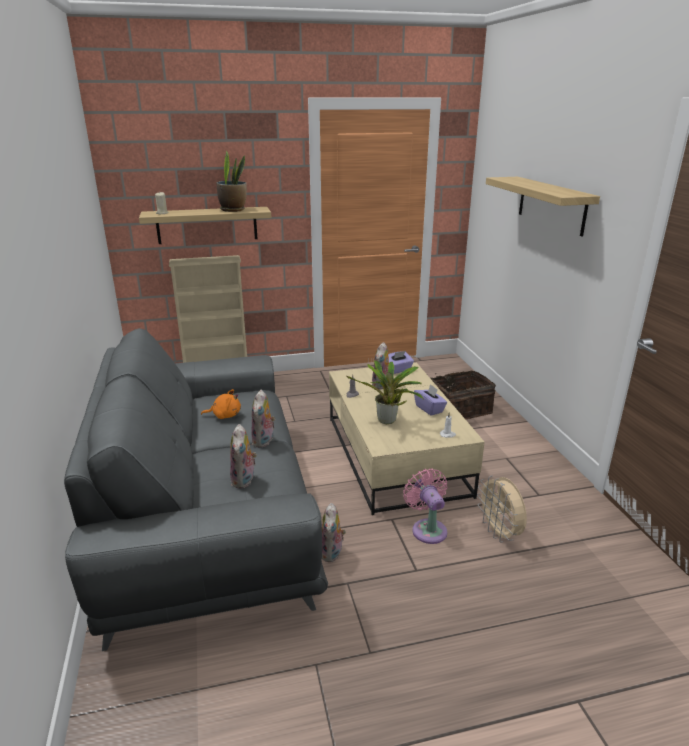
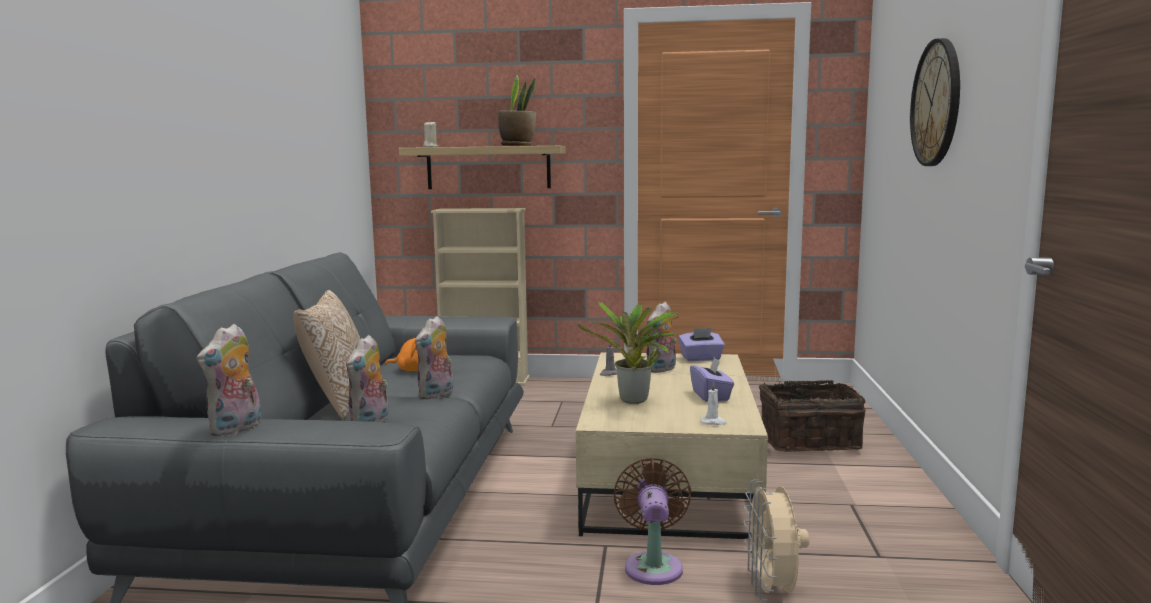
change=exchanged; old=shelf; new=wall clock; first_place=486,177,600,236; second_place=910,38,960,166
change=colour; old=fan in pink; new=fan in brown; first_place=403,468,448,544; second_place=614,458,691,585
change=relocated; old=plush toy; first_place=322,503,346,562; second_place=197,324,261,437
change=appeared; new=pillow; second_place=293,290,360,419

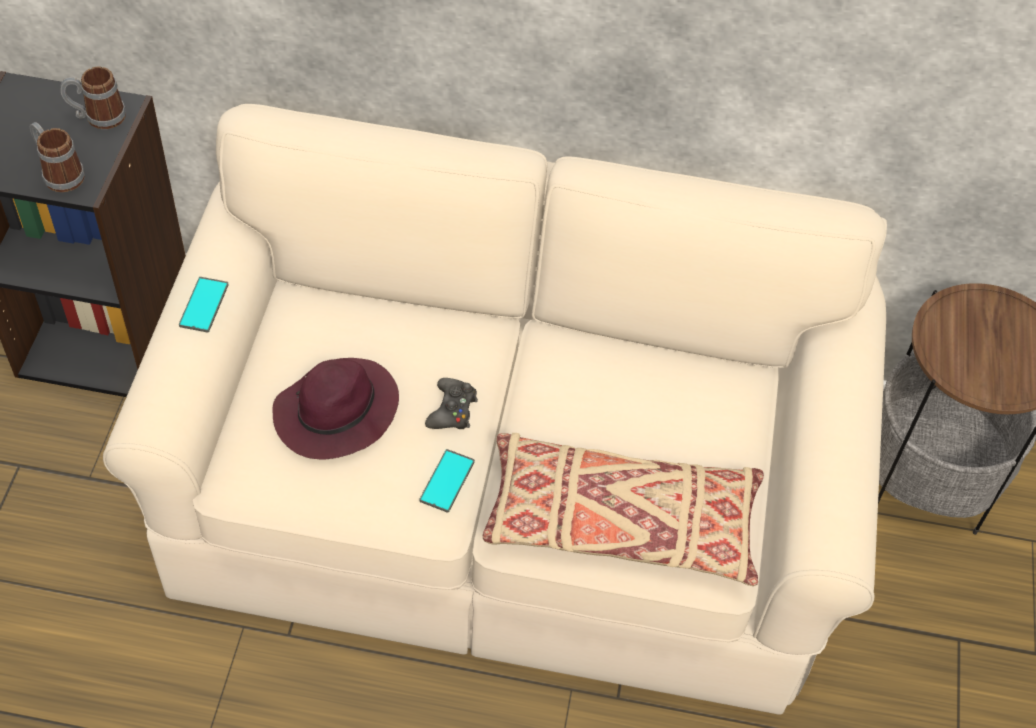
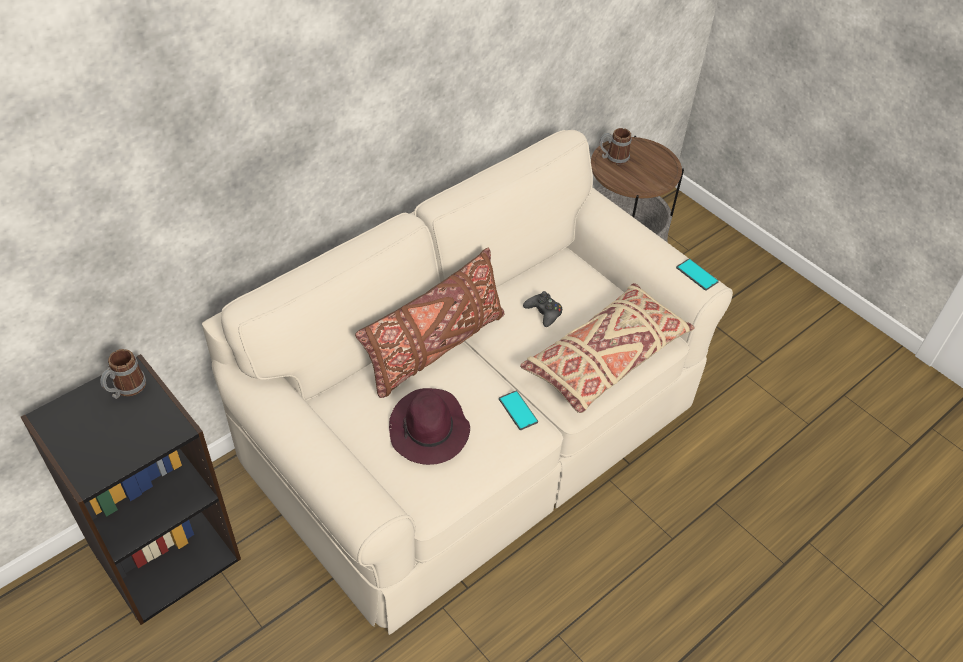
change=relocated; old=mug; first_place=30,122,85,192; second_place=600,128,632,165
change=relocated; old=phone; first_place=179,277,229,333; second_place=676,259,719,291
change=relocated; old=game controller in black; first_place=425,378,478,429; second_place=523,291,562,327
change=appeared; new=pillow in brown; second_place=355,248,504,398

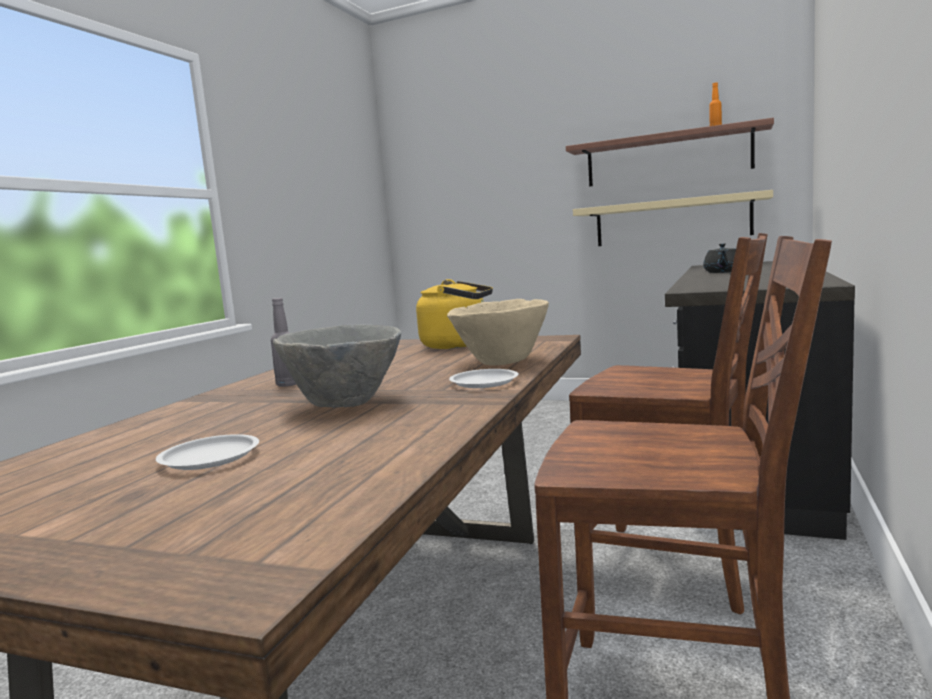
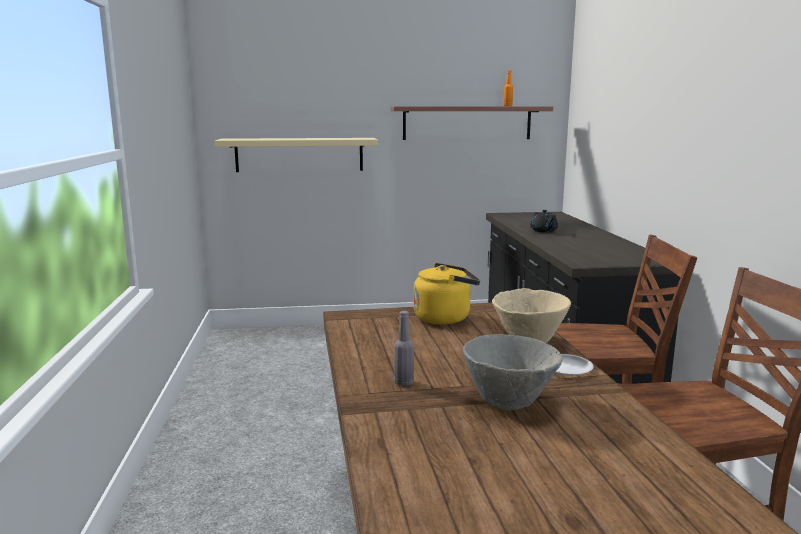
change=relocated; old=shelf in beige; first_place=573,190,773,246; second_place=214,138,378,172
change=missing; old=plate in white; first_place=156,434,259,470

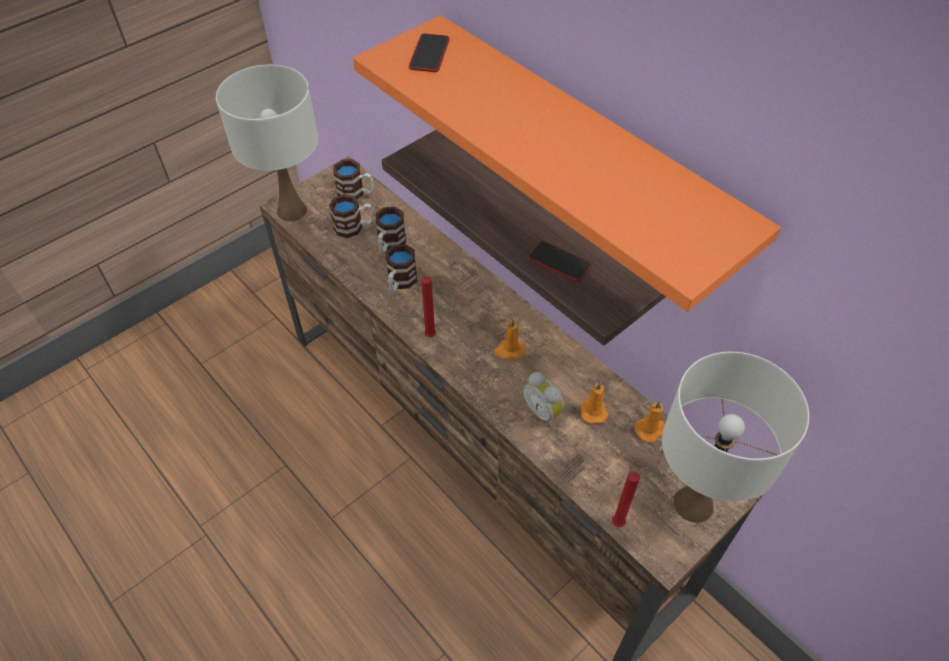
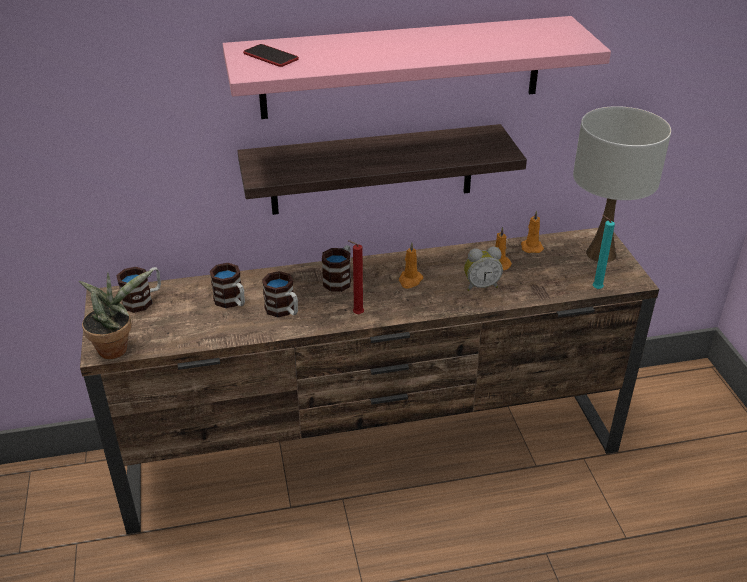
change=colour; old=shelf in orange; new=shelf in pink; first_place=353,15,781,312; second_place=223,16,611,119
change=exchanged; old=table lamp in white; new=potted plant; first_place=216,65,318,221; second_place=79,269,153,359
change=relocated; old=mug; first_place=329,194,374,238; second_place=322,245,351,292
change=missing; old=phone; first_place=528,241,592,282
change=colour; old=candle in red; new=candle in turquoise; first_place=612,460,640,527; second_place=593,215,615,289

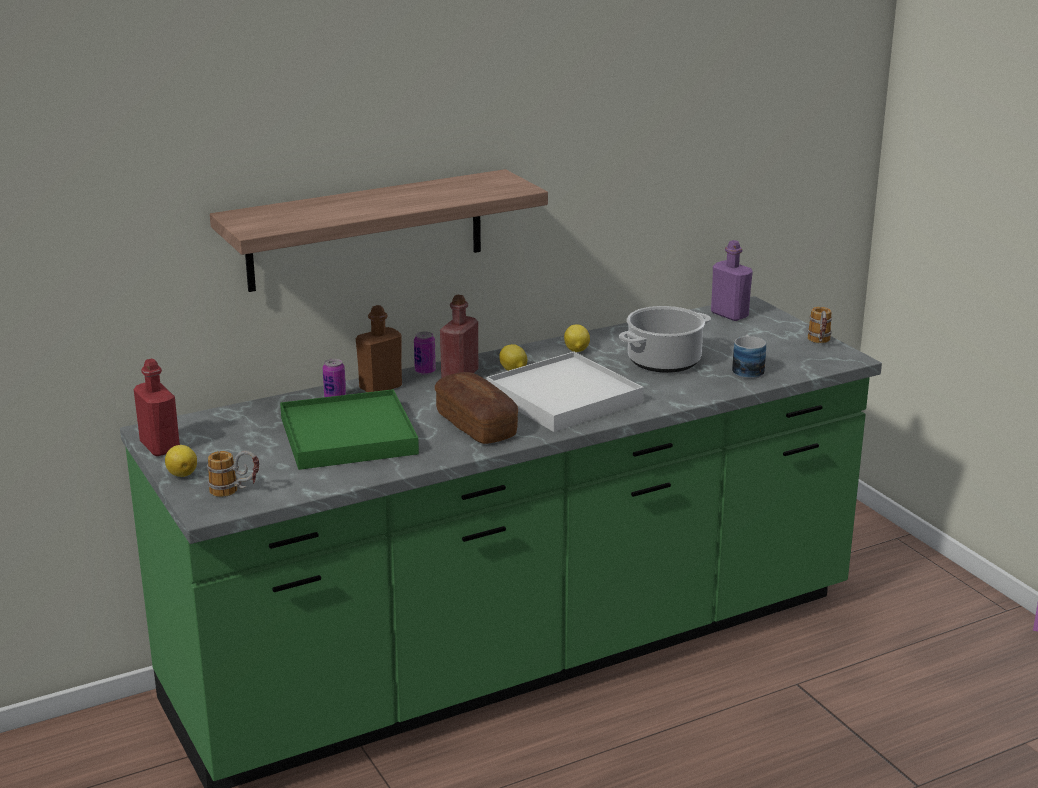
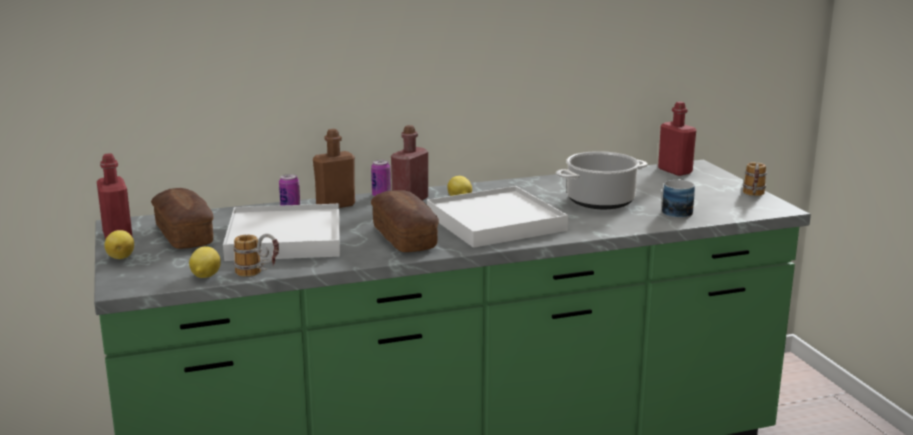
change=missing; old=shelf; first_place=210,169,548,292
change=colour; old=bottle in purple; new=bottle in red; first_place=711,240,753,321; second_place=658,101,696,176
change=relocated; old=lemon; first_place=564,325,590,352; second_place=189,247,221,278
change=colour; old=tray in green; new=tray in white; first_place=280,389,419,470; second_place=223,204,340,261
change=relocated; old=mug; first_place=207,451,259,497; second_place=233,234,279,277
change=appeared; new=bread; second_place=151,188,214,249

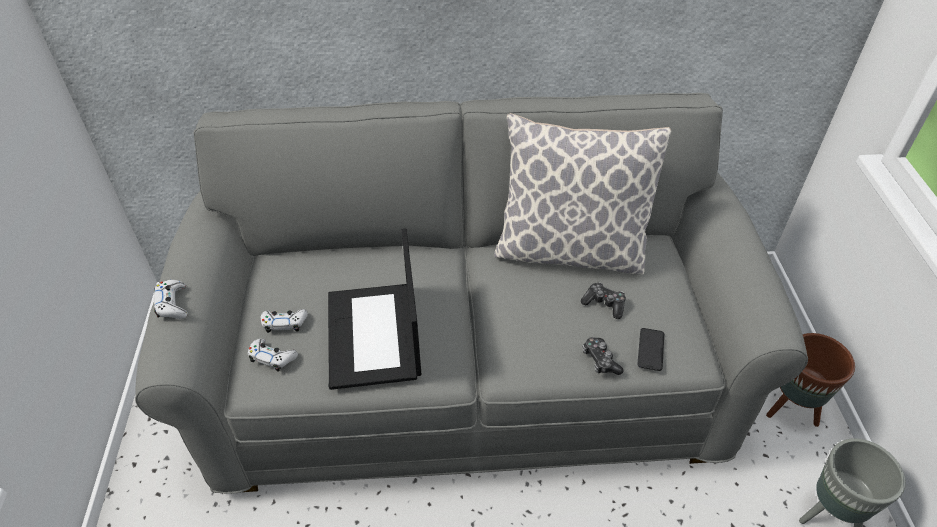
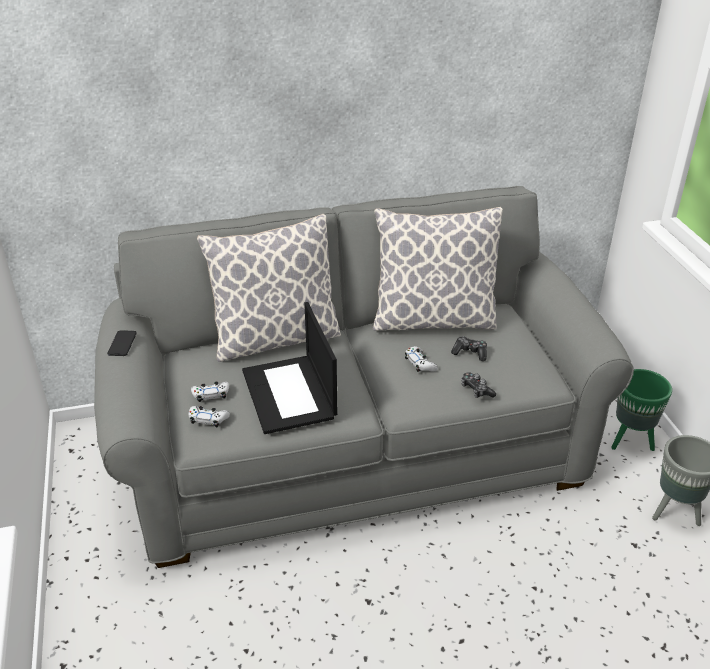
change=relocated; old=game controller in white; first_place=154,280,188,319; second_place=405,346,438,372
change=relocated; old=phone; first_place=637,328,664,371; second_place=107,330,137,356
change=colour; old=planter in brown; new=planter in green; first_place=766,333,855,427; second_place=611,369,672,451
change=appeared; new=pillow; second_place=197,214,341,362

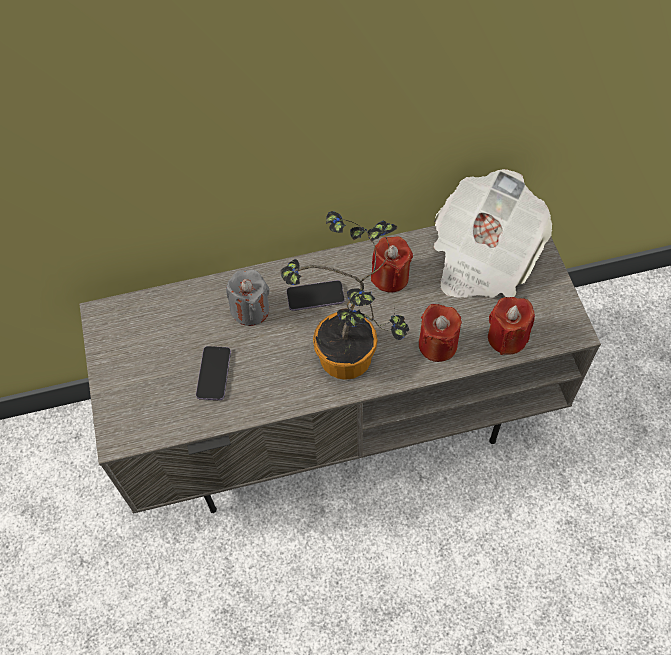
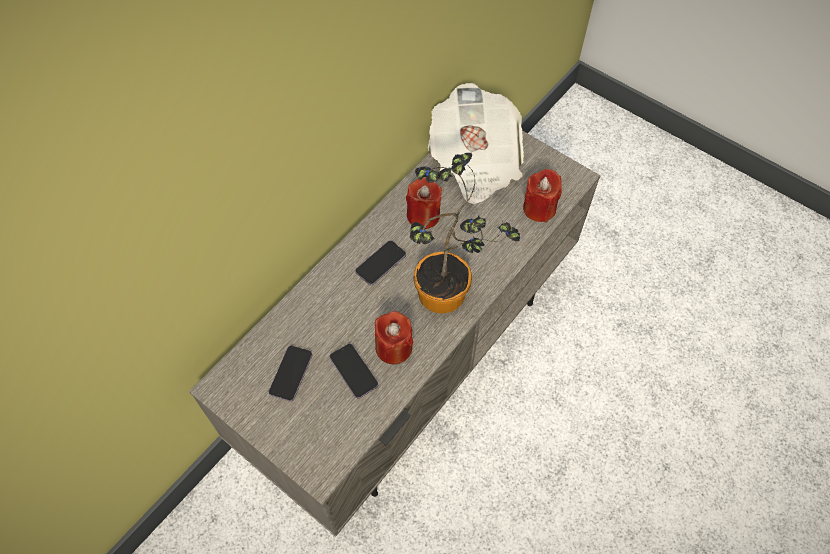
change=missing; old=candle in grey; first_place=226,269,270,326
change=relocated; old=candle in red; first_place=419,304,462,362; second_place=375,311,414,364
change=appeared; new=phone; second_place=269,346,312,401

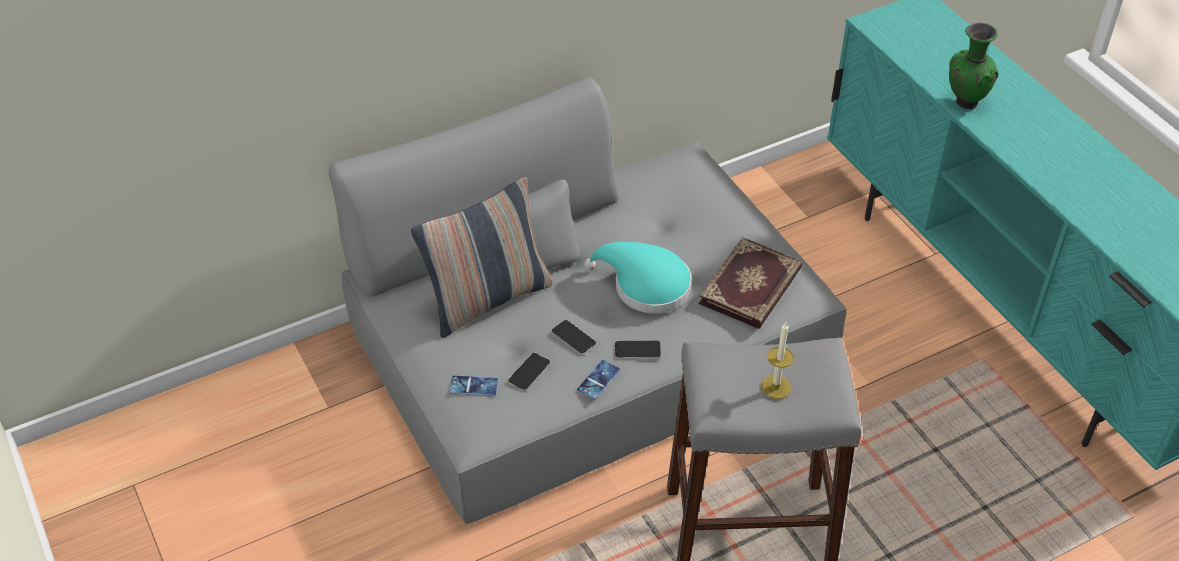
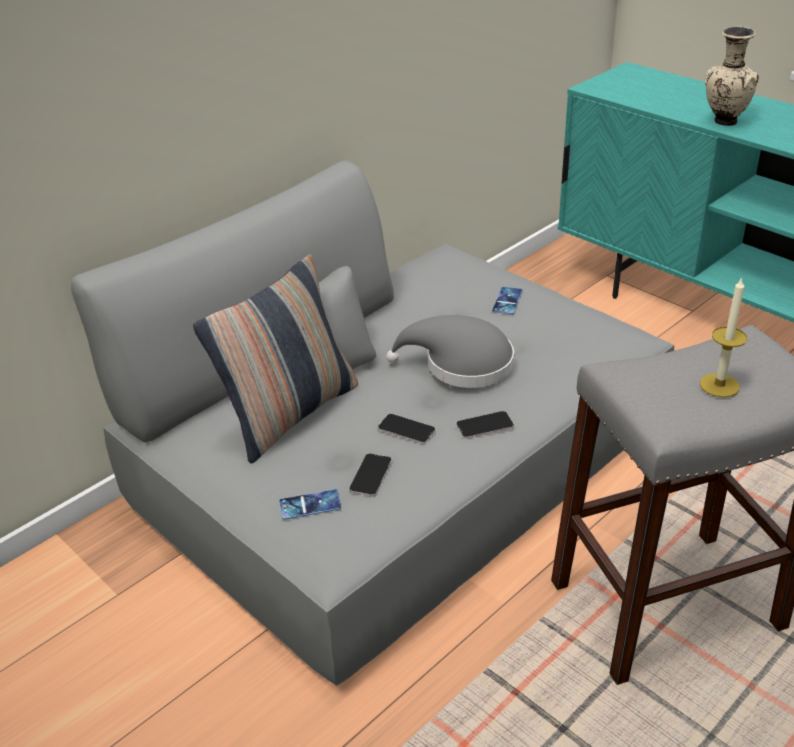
change=colour; old=vase in green; new=vase in beige; first_place=949,22,998,109; second_place=705,27,758,126
change=missing; old=book; first_place=699,237,802,329
change=colour; old=hat in turquoise; new=hat in grey; first_place=585,242,692,314; second_place=386,315,514,388
change=relocated; old=phone; first_place=577,360,620,399; second_place=492,287,523,314

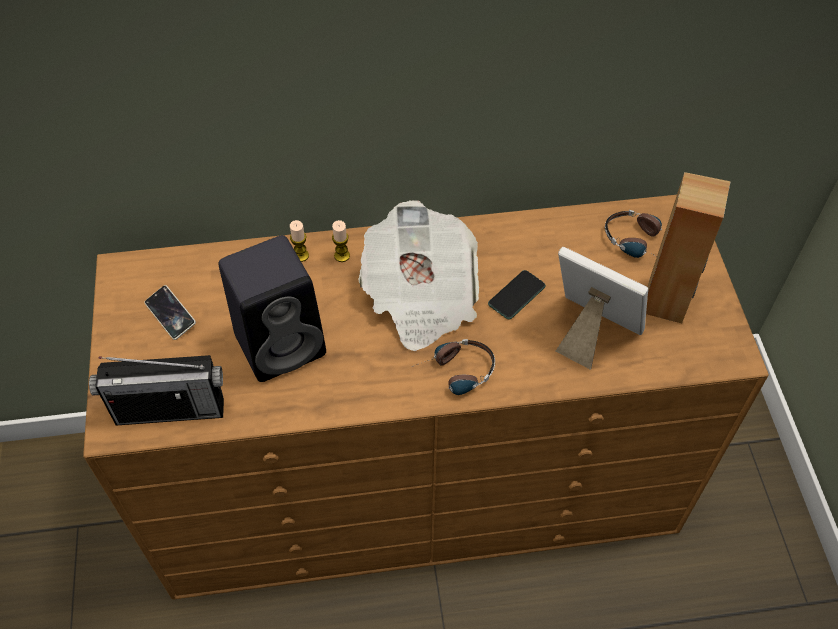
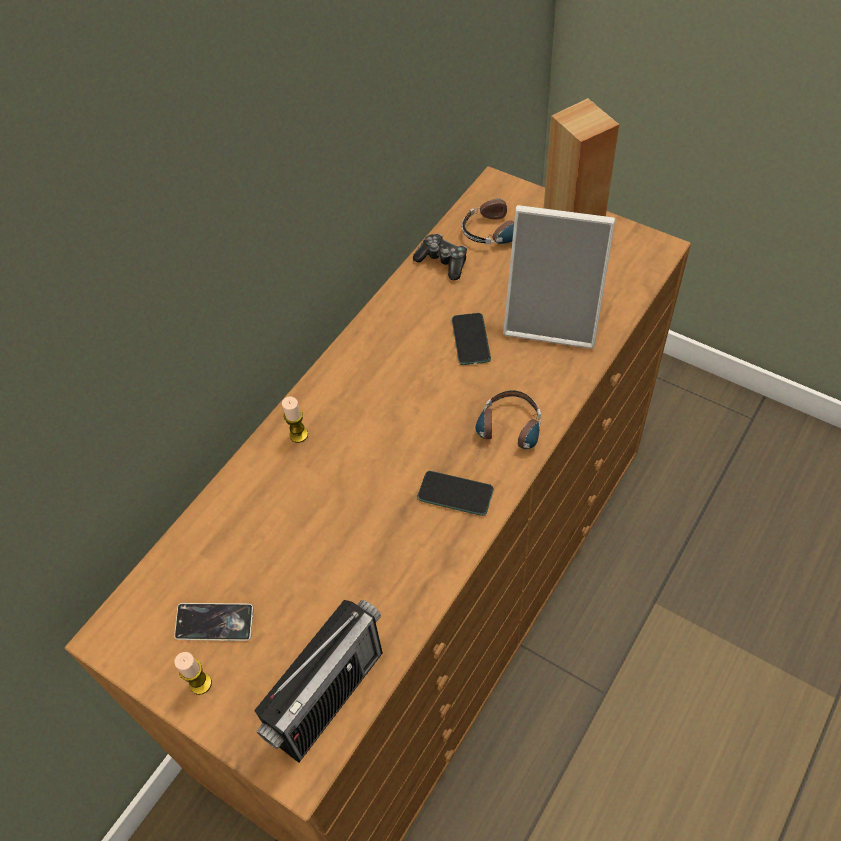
change=missing; old=newspaper; first_place=358,200,479,351
change=relocated; old=candle; first_place=290,220,309,262; second_place=174,652,212,695
change=missing; old=speaker in black; first_place=219,235,326,382
change=spun; old=picture frame; first_place=556,247,648,370; second_place=503,205,615,349; degrees=-150
change=appeared; new=game controller; second_place=413,234,467,280
change=appeared; new=phone; second_place=417,471,494,516

